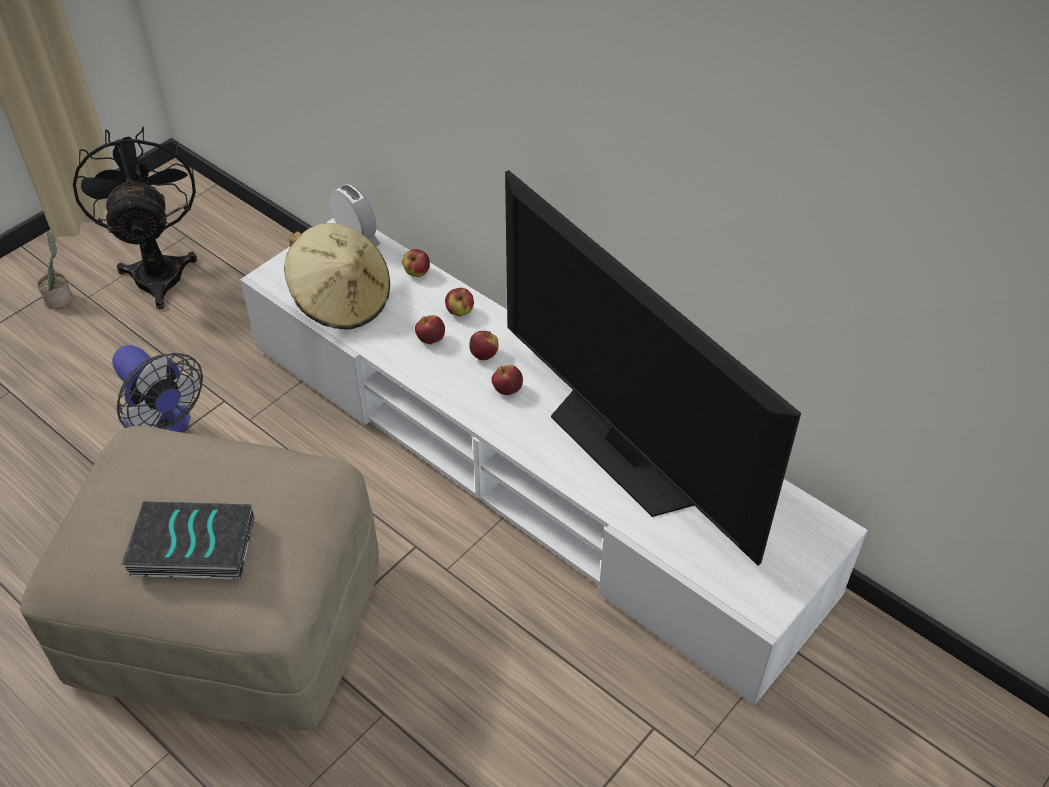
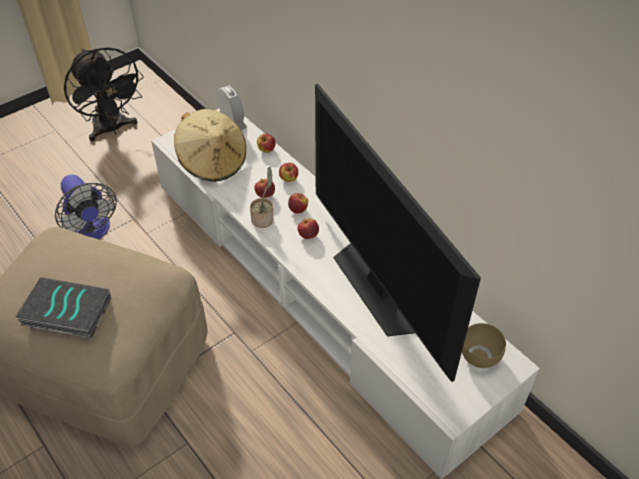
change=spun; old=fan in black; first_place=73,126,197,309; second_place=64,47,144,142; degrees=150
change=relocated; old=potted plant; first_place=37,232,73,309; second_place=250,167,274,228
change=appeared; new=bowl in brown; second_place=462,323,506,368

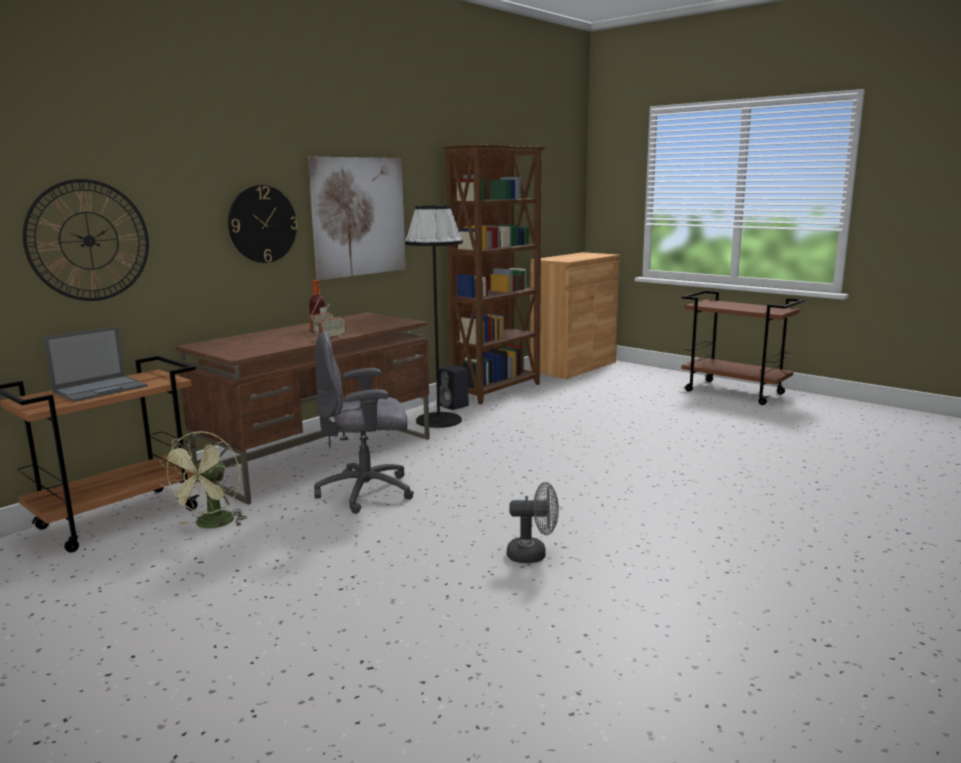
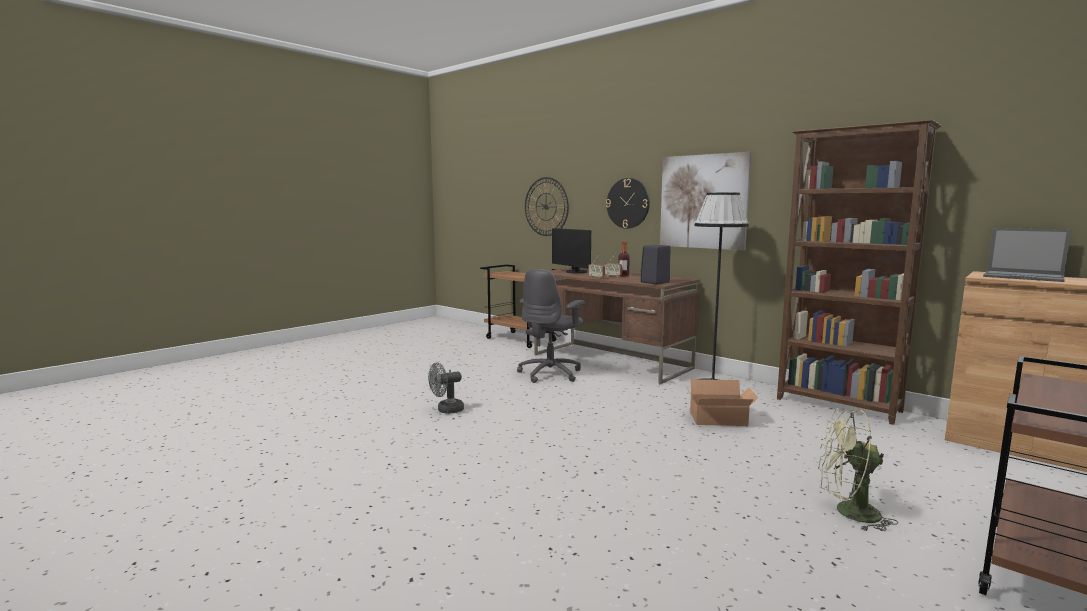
change=relocated; old=laptop; first_place=43,327,148,402; second_place=983,228,1071,282
change=spun; old=office chair in grey; first_place=314,331,414,514; second_place=517,269,585,383; degrees=-135
change=relocated; old=speaker in black; first_place=439,365,469,410; second_place=641,245,671,284
change=relocated; old=fan in green; first_place=159,431,247,528; second_place=818,408,898,531
change=spun; old=fan in grey; first_place=507,482,559,563; second_place=428,362,464,414; degrees=60
change=appeared; new=monitor; second_place=552,228,591,273
change=appeared; new=cardboard box; second_place=686,379,758,426

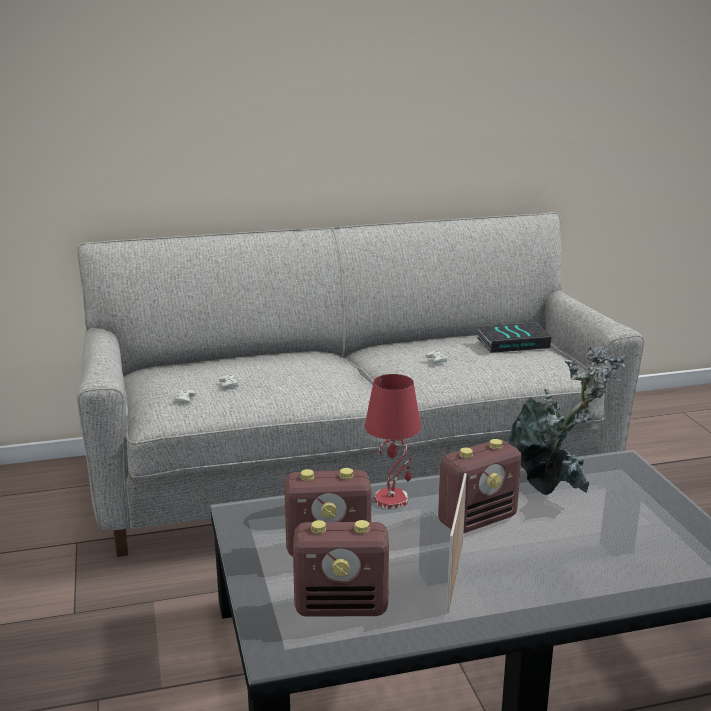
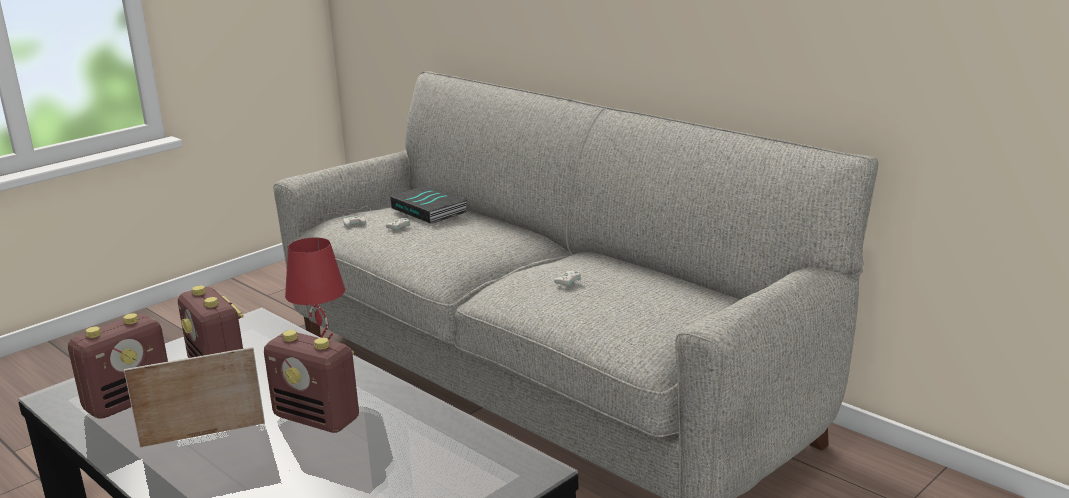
change=relocated; old=book; first_place=476,322,551,353; second_place=390,186,467,224
change=missing; old=potted plant; first_place=509,345,625,495
change=spun; old=radio; first_place=293,520,389,617; second_place=68,313,168,419; degrees=-105

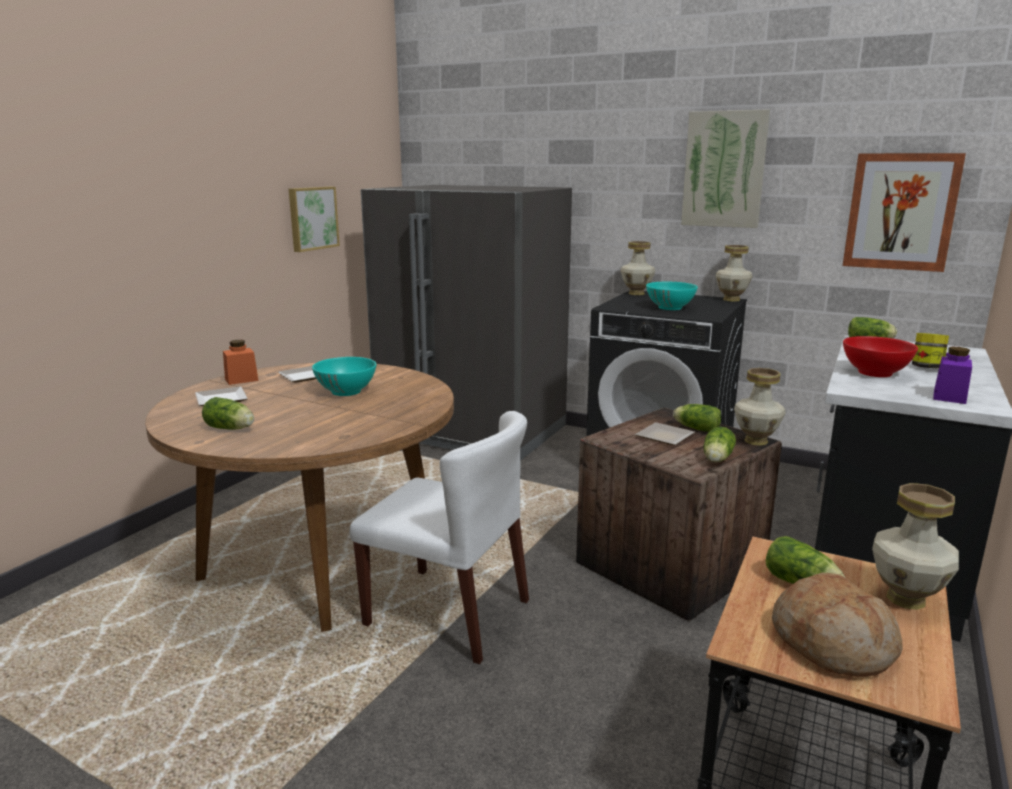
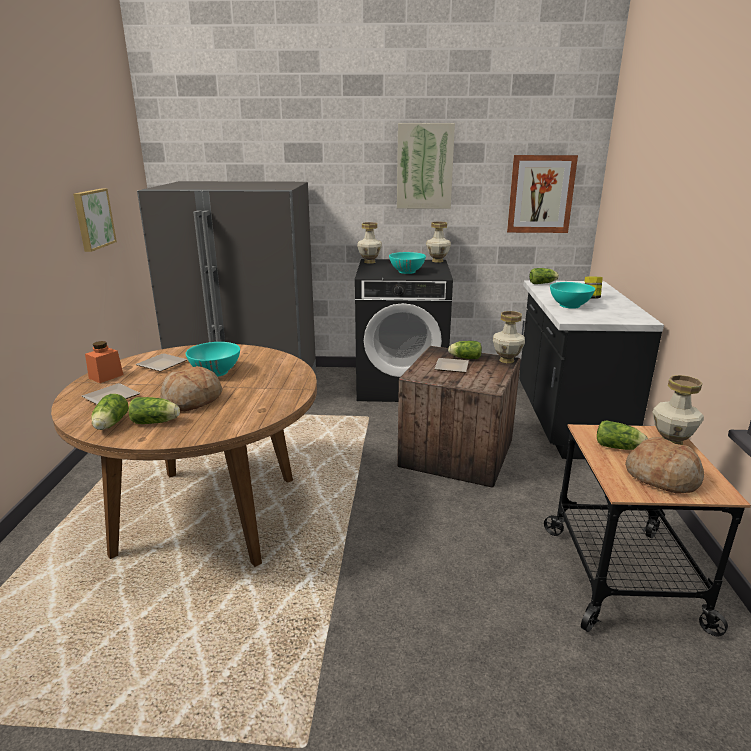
change=colour; old=bowl in red; new=bowl in turquoise; first_place=843,336,918,377; second_place=550,282,595,309
change=missing; old=jar in purple; first_place=933,347,972,404
change=missing; old=chair in white; first_place=349,411,529,664
change=relocated; old=lettuce; first_place=703,427,736,462; second_place=91,394,129,430
change=appeared; new=bread; second_place=160,366,223,411

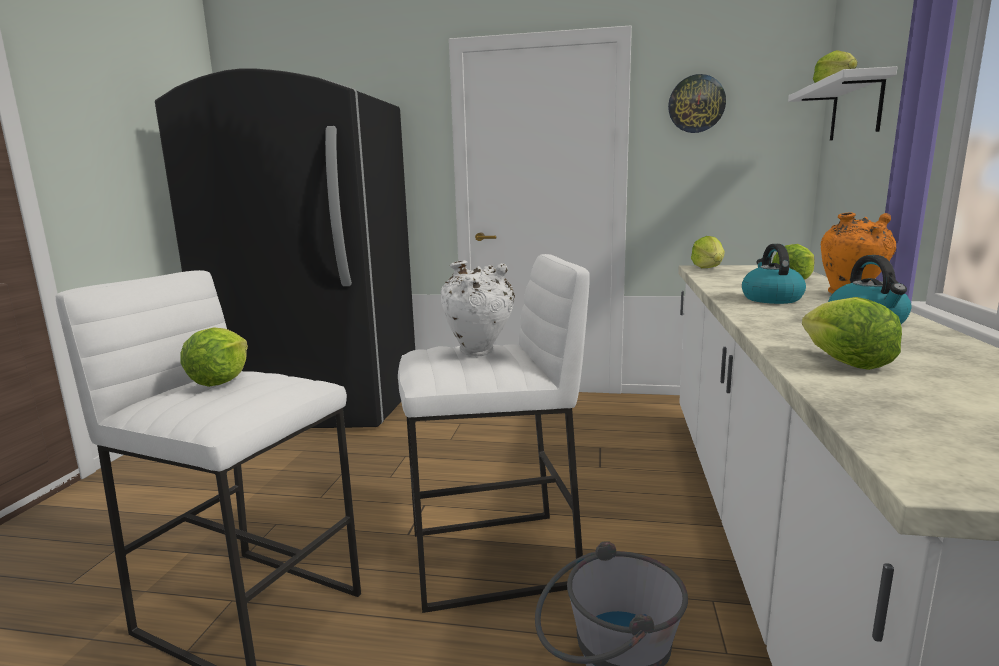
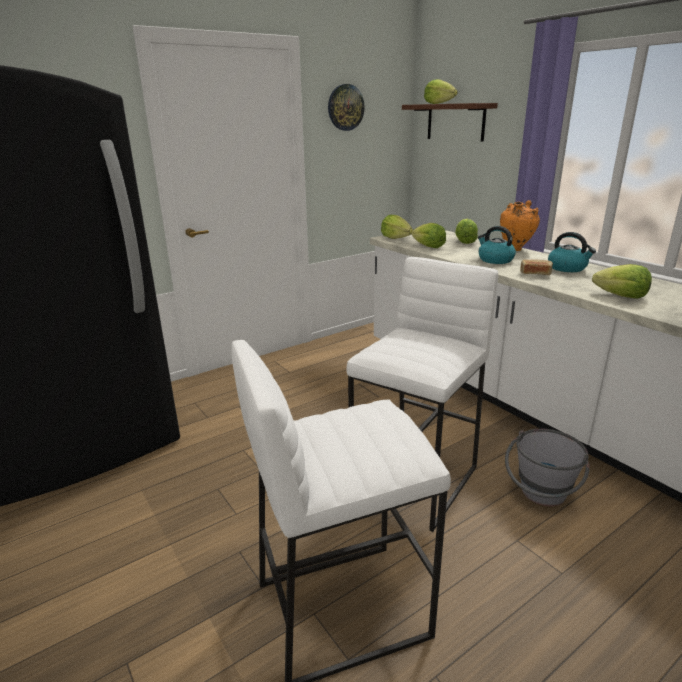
change=colour; old=shelf in white; new=shelf in brown; first_place=788,66,898,141; second_place=402,103,498,142
change=missing; old=vase in white; first_place=440,260,515,356
change=relocated; old=lettuce; first_place=180,327,248,387; second_place=411,223,446,248
change=appeared; new=bread; second_place=520,259,553,275

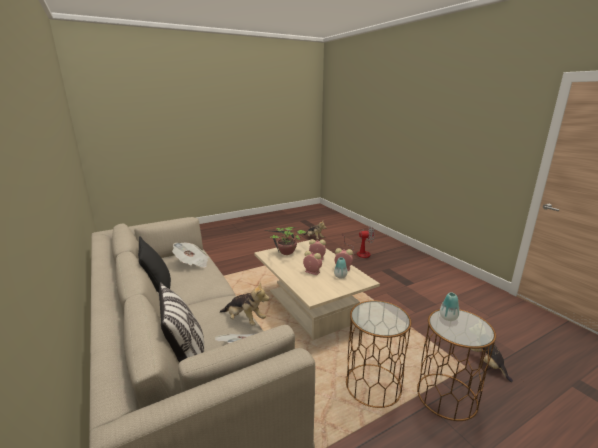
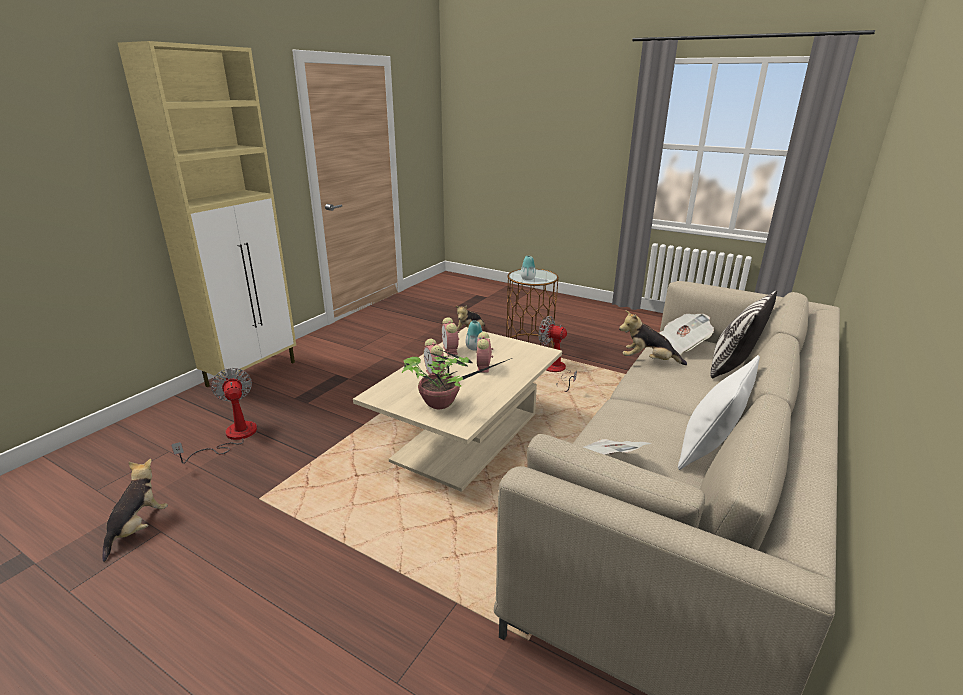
change=colour; old=pillow in black; new=pillow in white; first_place=138,236,171,293; second_place=678,355,760,470
change=spun; old=plush toy; first_place=220,282,270,326; second_place=619,310,687,365; degrees=-75
change=exchanged; old=side table in brown; new=fan; first_place=346,300,411,408; second_place=538,316,577,392
change=appeared; new=cabinet in beige; second_place=118,41,296,387

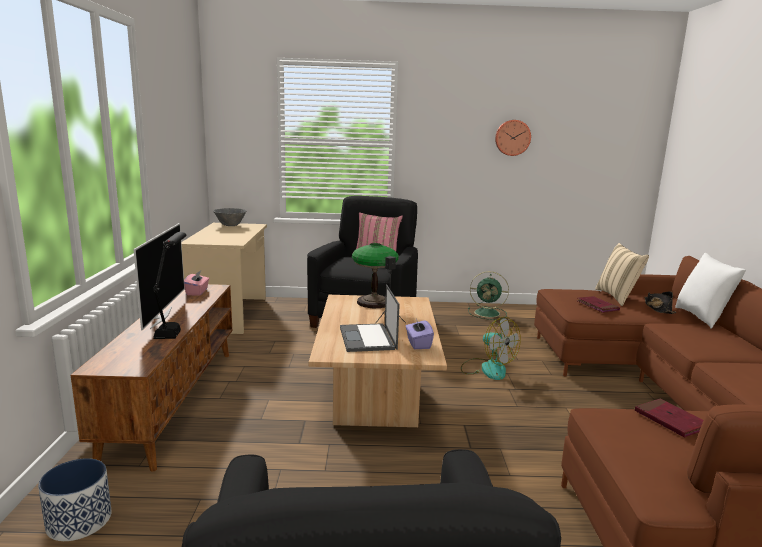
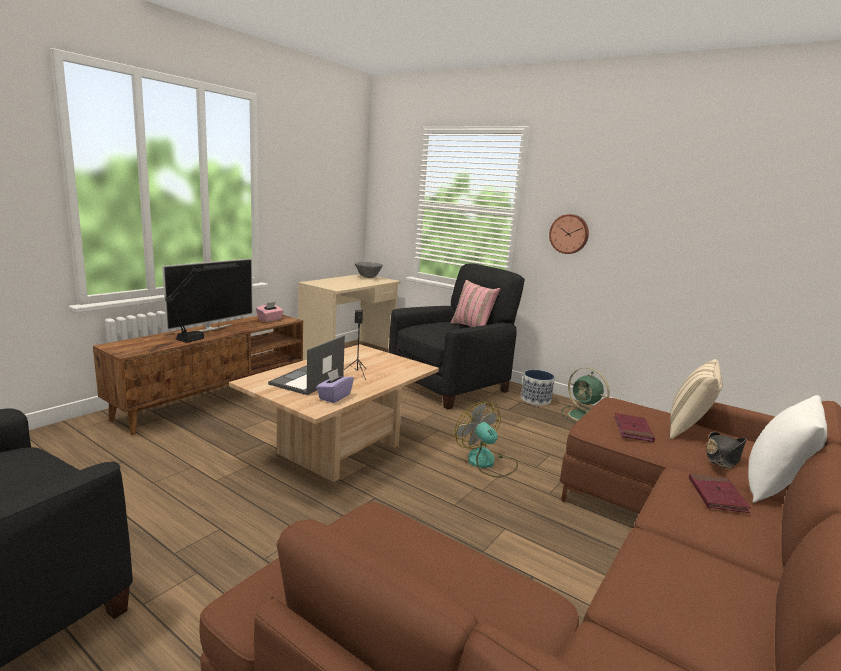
change=relocated; old=wall clock; first_place=495,120,531,156; second_place=549,214,589,254
change=missing; old=table lamp; first_place=352,243,399,308
change=spun; old=fan; first_place=461,317,521,380; second_place=455,402,518,478; degrees=150
change=relocated; old=book in red; first_place=635,399,703,437; second_place=689,474,751,513
change=relocated; old=planter; first_place=38,458,112,541; second_place=521,370,555,406

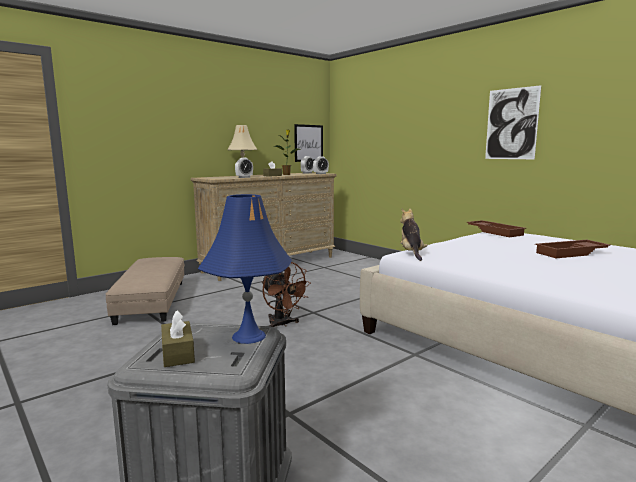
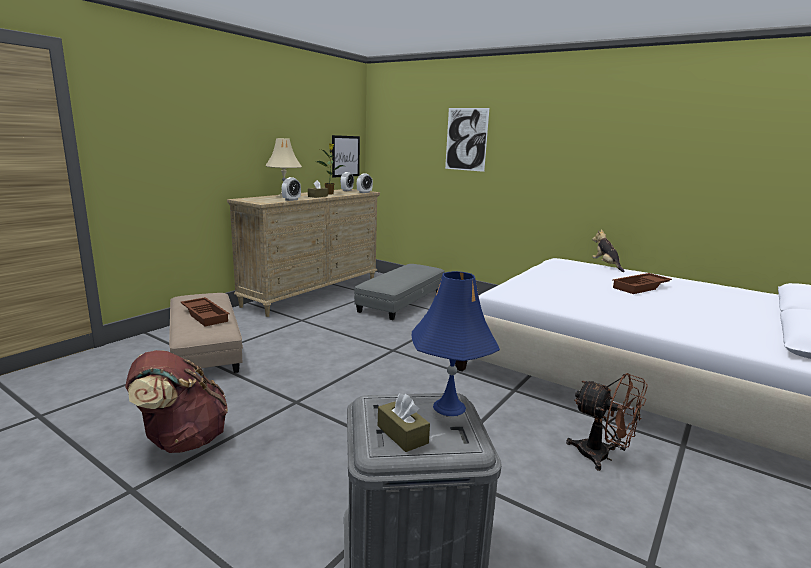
change=relocated; old=picture; first_place=485,85,541,159; second_place=445,108,489,172
change=relocated; old=plush toy; first_place=400,209,428,261; second_place=592,230,625,272
change=relocated; old=tray in brown; first_place=467,220,526,237; second_place=180,297,230,326
change=relocated; old=fan in brown; first_place=262,262,311,327; second_place=566,373,648,471
change=appeared; new=ottoman in grey; second_place=354,264,445,320
change=appeared; new=backpack in brown; second_place=125,350,228,453

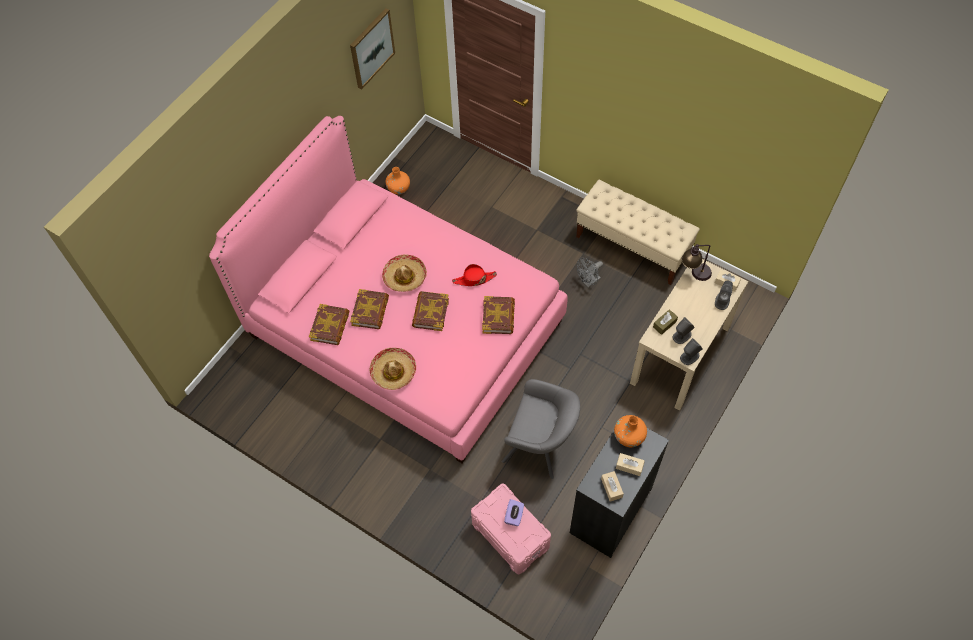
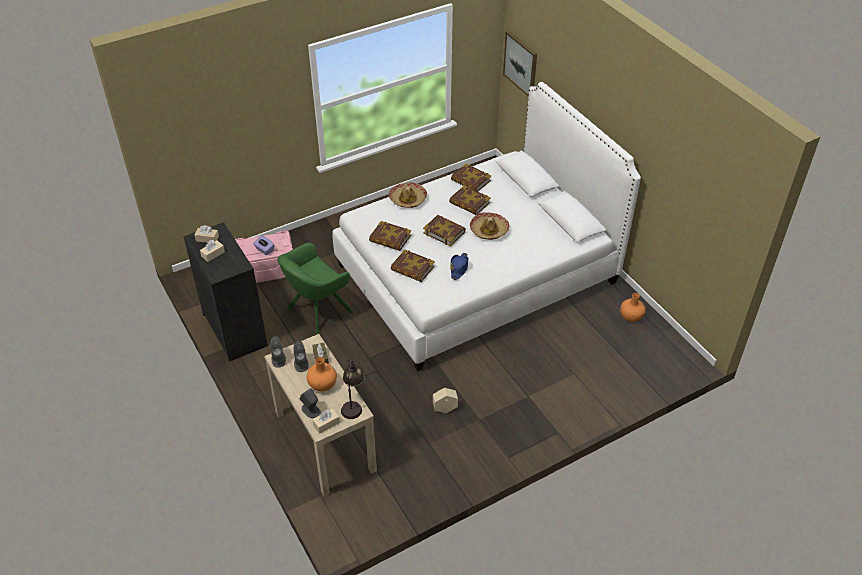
change=relocated; old=picture; first_place=350,8,395,90; second_place=503,31,537,96
change=colour; old=bed in pink; new=bed in white; first_place=209,116,568,463; second_place=332,82,641,371
change=missing; old=bench in beige; first_place=576,180,700,285
change=exchanged; old=fan in grey; new=planter in beige; first_place=577,258,603,287; second_place=433,388,458,413
change=colour; old=hat in red; new=hat in blue; first_place=452,264,497,286; second_place=450,253,468,280
change=colour; old=armchair in grey; new=armchair in green; first_place=502,379,580,479; second_place=277,243,354,335
change=relocated; old=vase in orange; first_place=614,415,647,447; second_place=307,357,337,391
change=appeared; new=book; second_place=369,221,411,251

